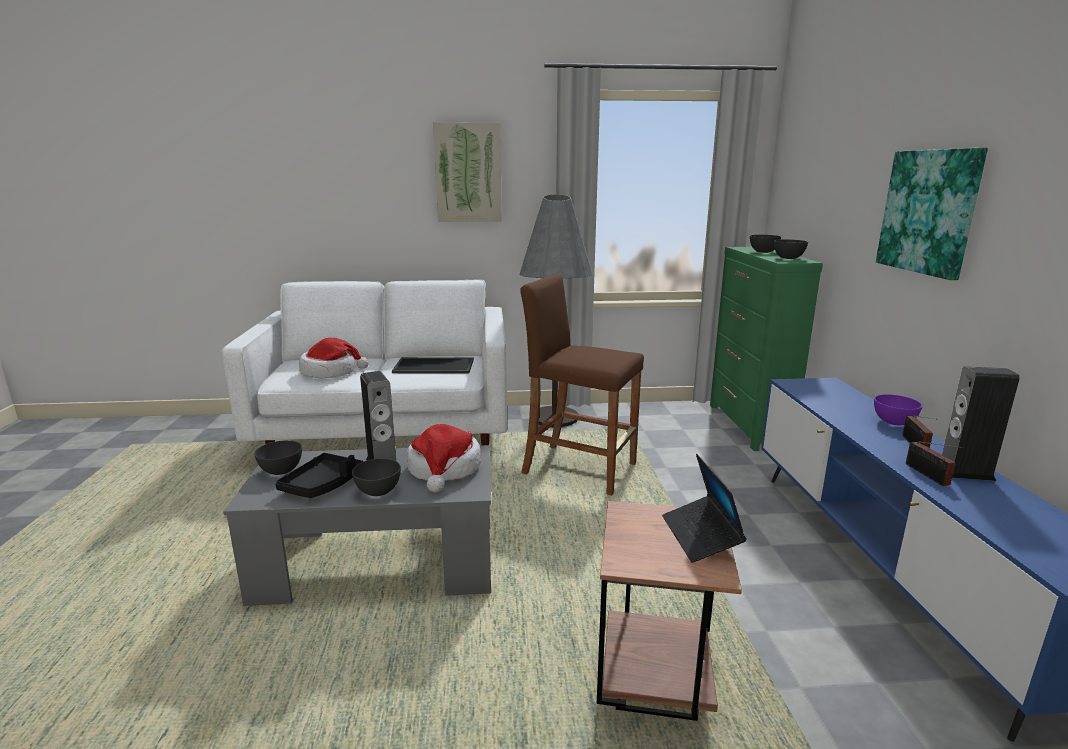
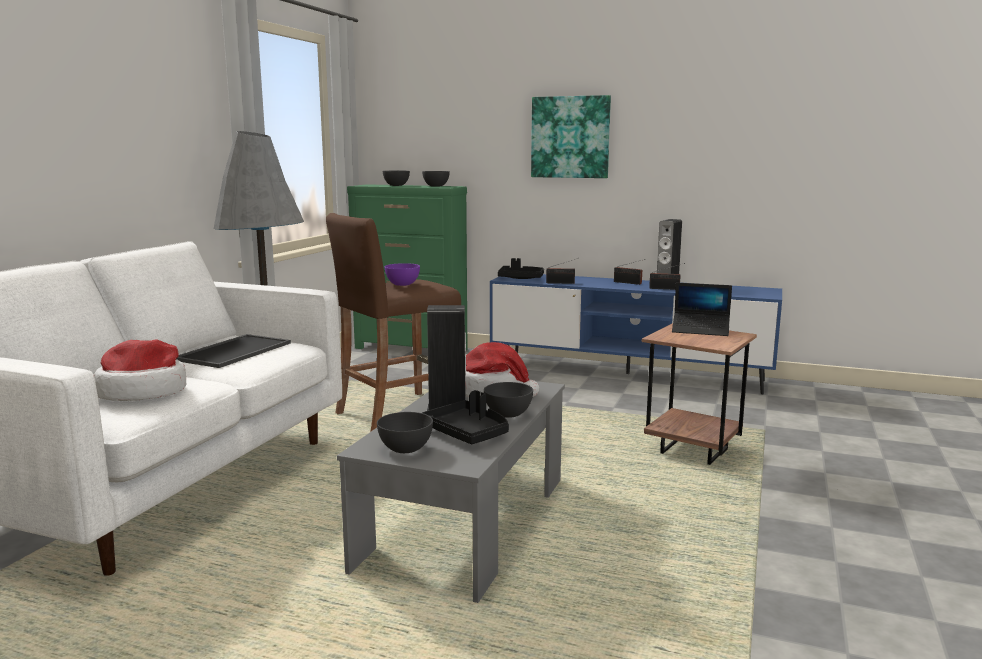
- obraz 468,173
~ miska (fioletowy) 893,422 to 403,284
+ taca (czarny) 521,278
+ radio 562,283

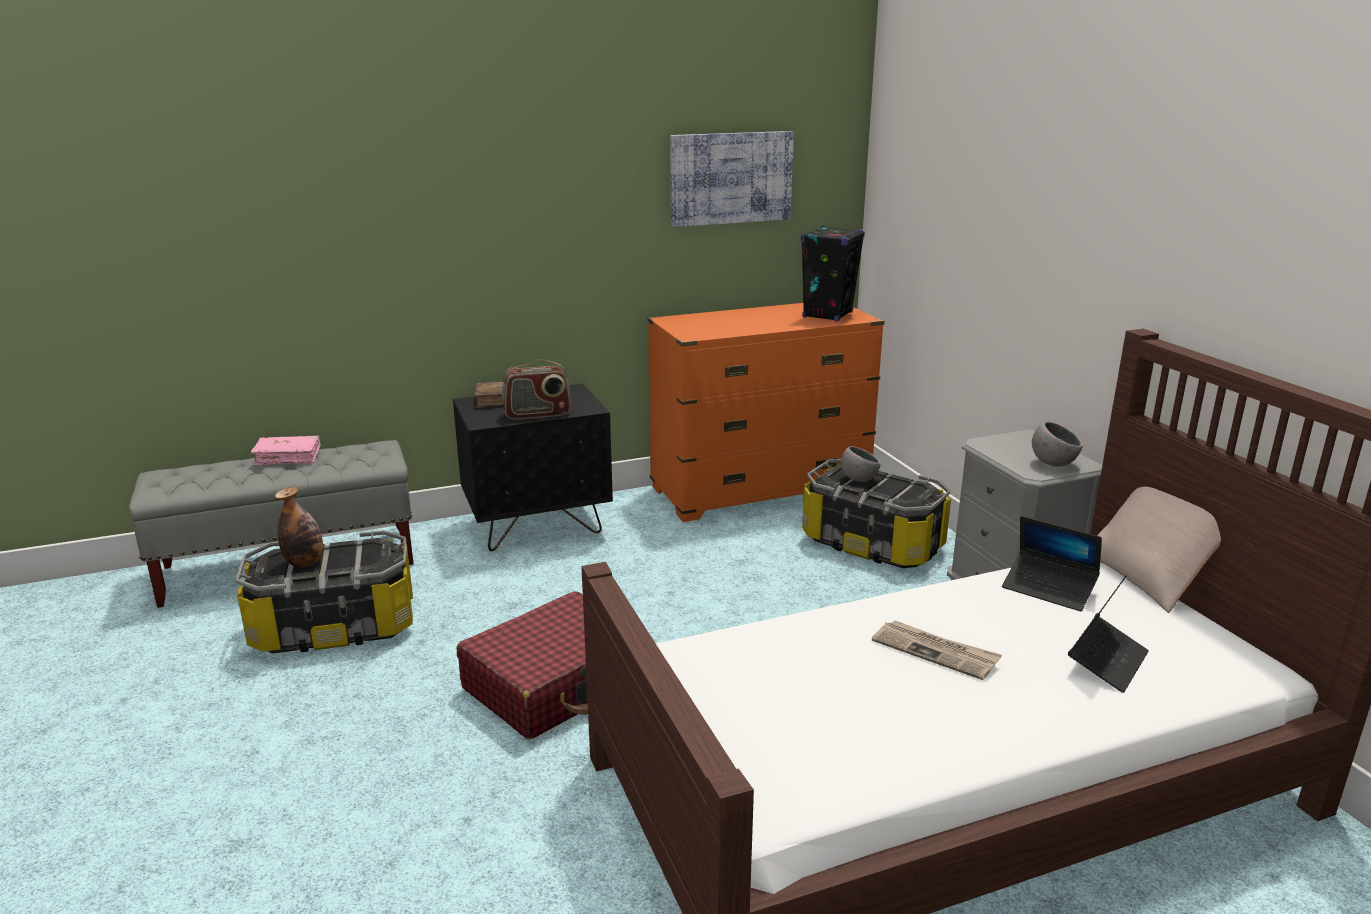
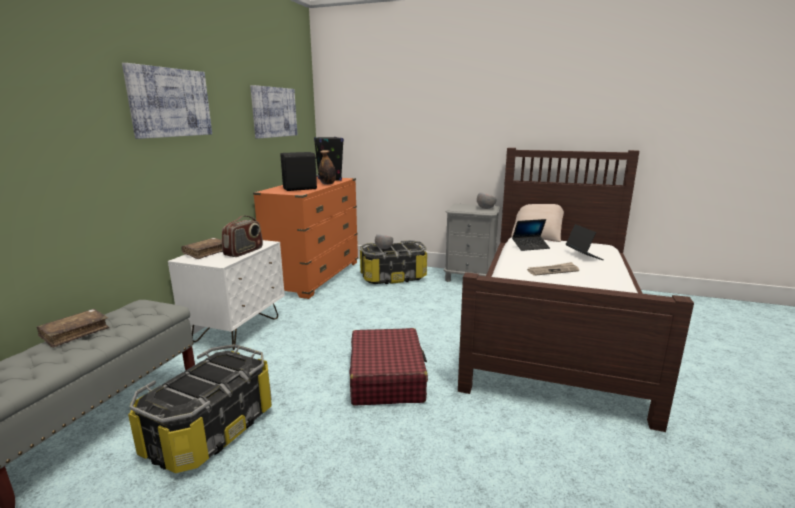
~ szafka nocna (czarny) 538,526 to szafka nocna (biały) 237,329
~ książka (różowy) 288,457 to książka (brązowy) 75,333
~ butelka 305,563 to 327,184
+ obraz 170,102
+ głośnik (czarny) 300,189

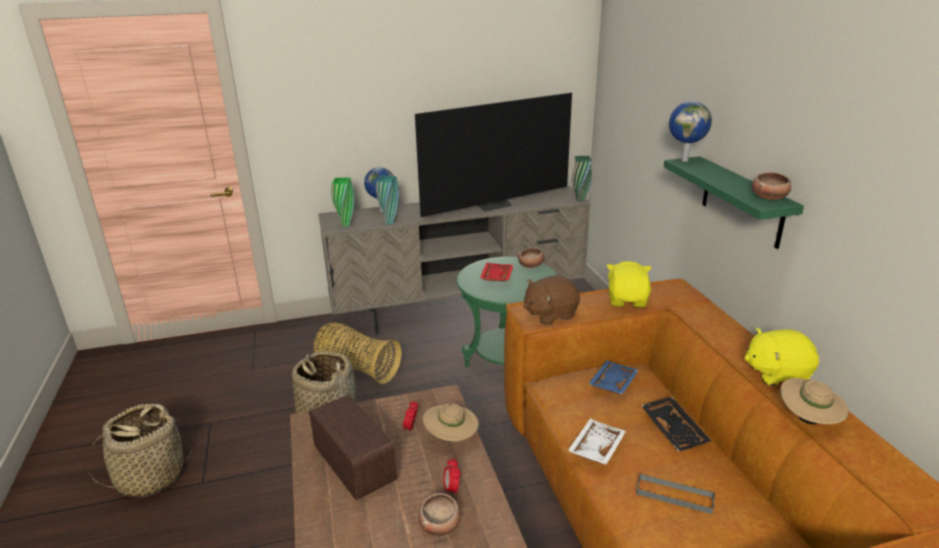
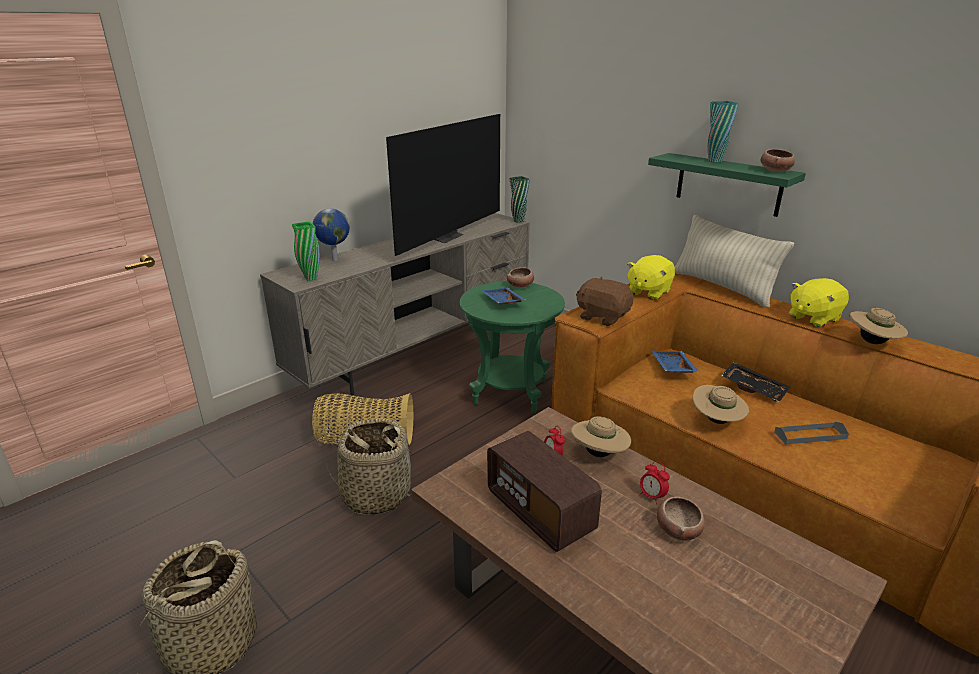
- globus 685,160
~ wazon (turkusowy) 389,222 to 715,161
~ pluszak (żółty) 627,300 = 648,292 120 degrees counterclockwise
~ taca (czerwony) 496,277 to taca (niebieski) 501,302
~ pluszak (brązowy) 550,314 = 603,317 90 degrees clockwise
~ radio 354,466 = 540,512 150 degrees counterclockwise
~ taca (biały) 595,448 to kapelusz (beżowy) 716,421
+ poduszka (beżowy) 722,287

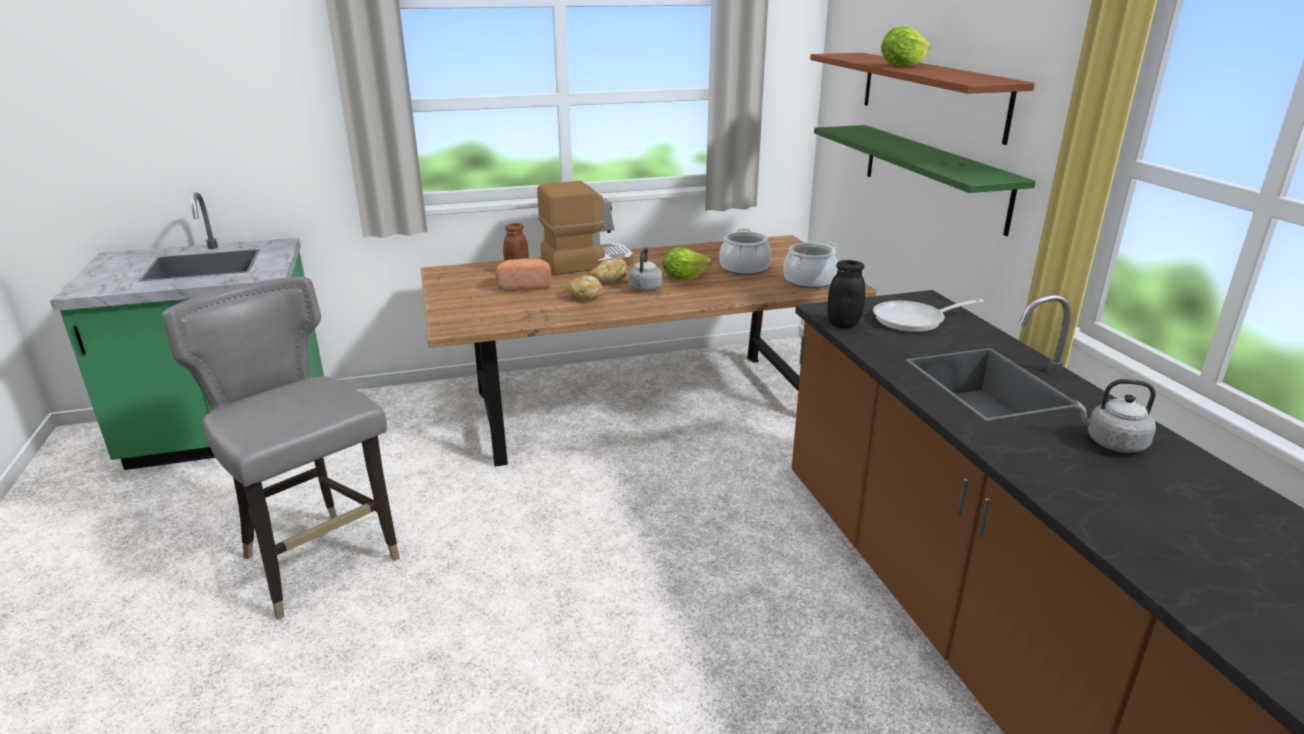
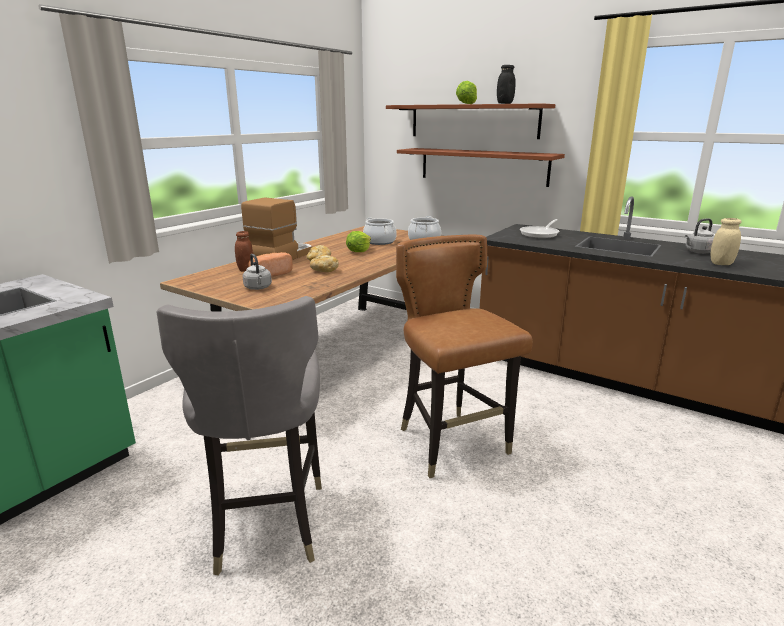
~ półka (zielony) 933,175 to półka (brązowy) 482,166
~ czajnik (szary) 645,289 to 258,288
~ słoik (czarny) 843,324 to 504,103
~ krzesło (szary) 318,562 = 266,524 105 degrees counterclockwise
+ słoik (beżowy) 721,263
+ krzesło (brązowy) 452,444

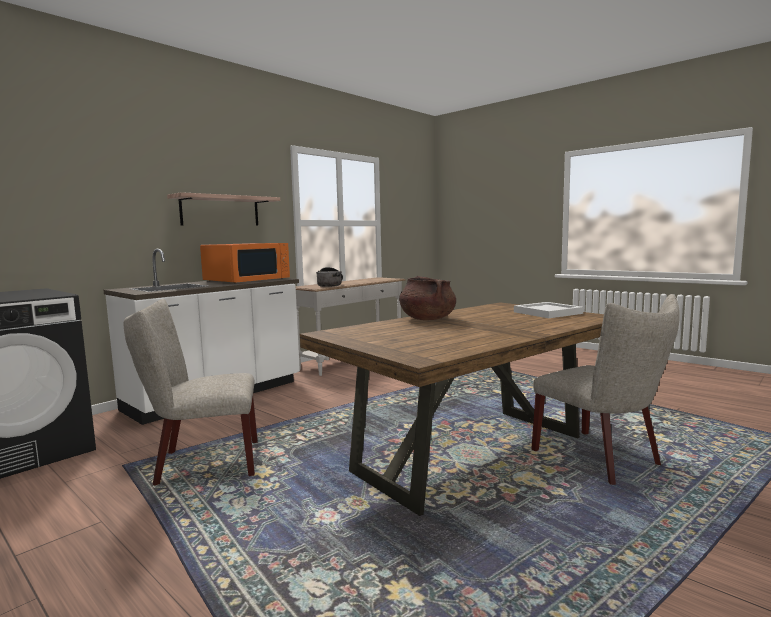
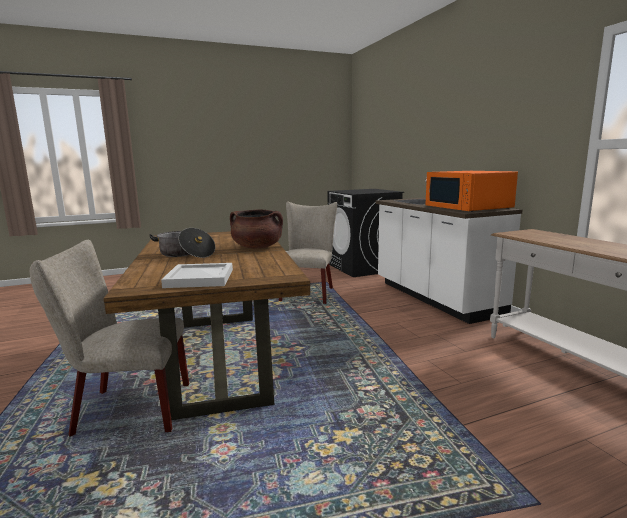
- półka 220,211
~ garnek 330,285 to 185,254

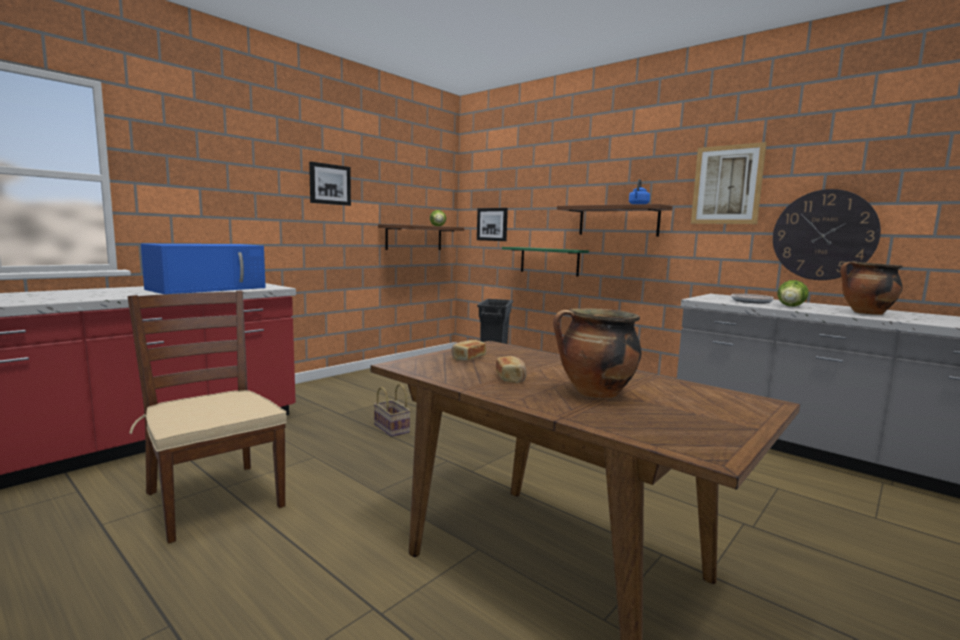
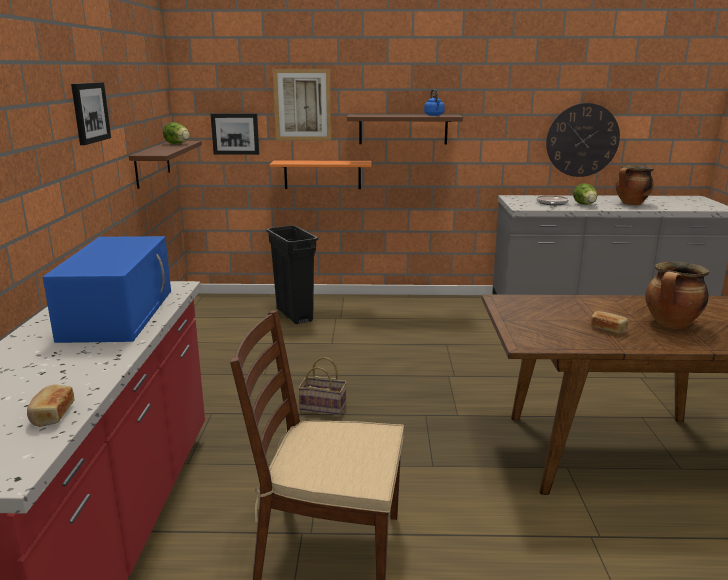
~ obraz 727,185 to 302,105
~ półka (zielony) 549,261 to półka (pomarańczowy) 322,174
~ chleb 467,358 to 51,415

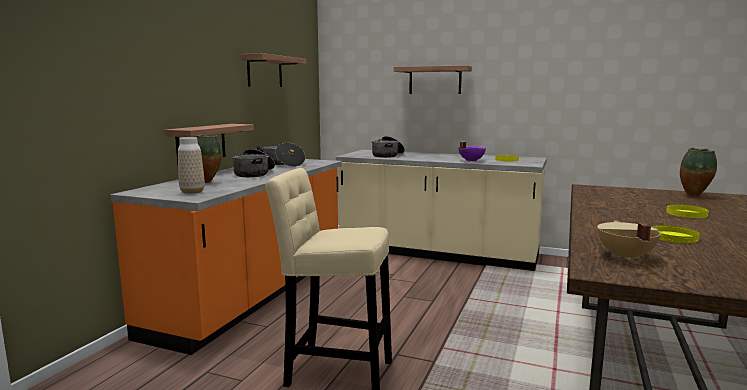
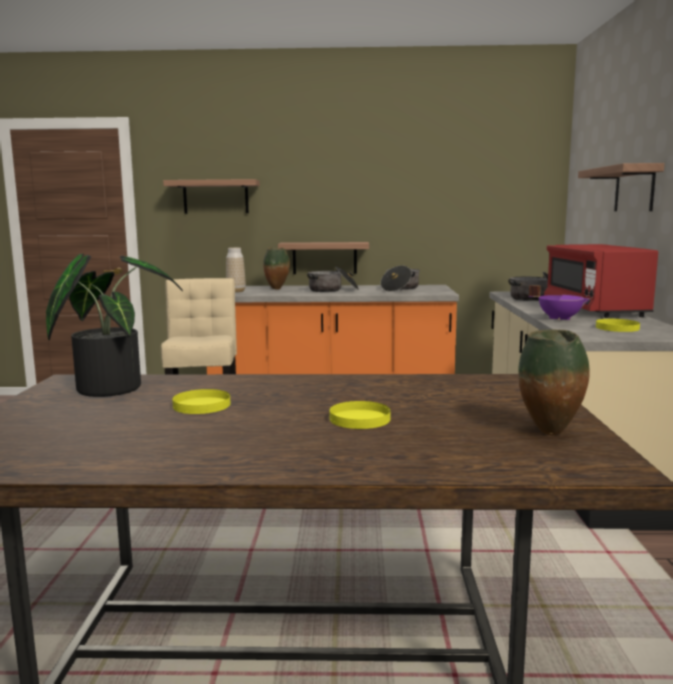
~ półka 264,71 to 215,197
~ garnek (beżowy) 624,257 to roślina doniczkowa 111,387
+ mikrofalówka (czerwony) 594,309

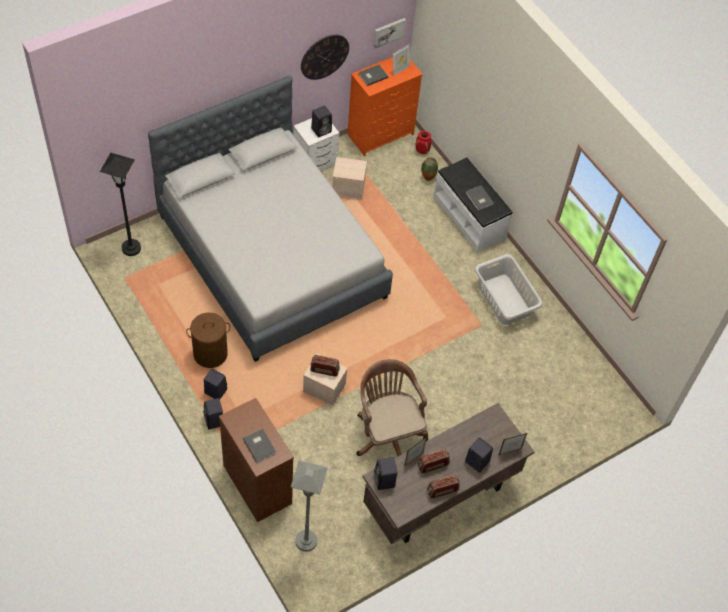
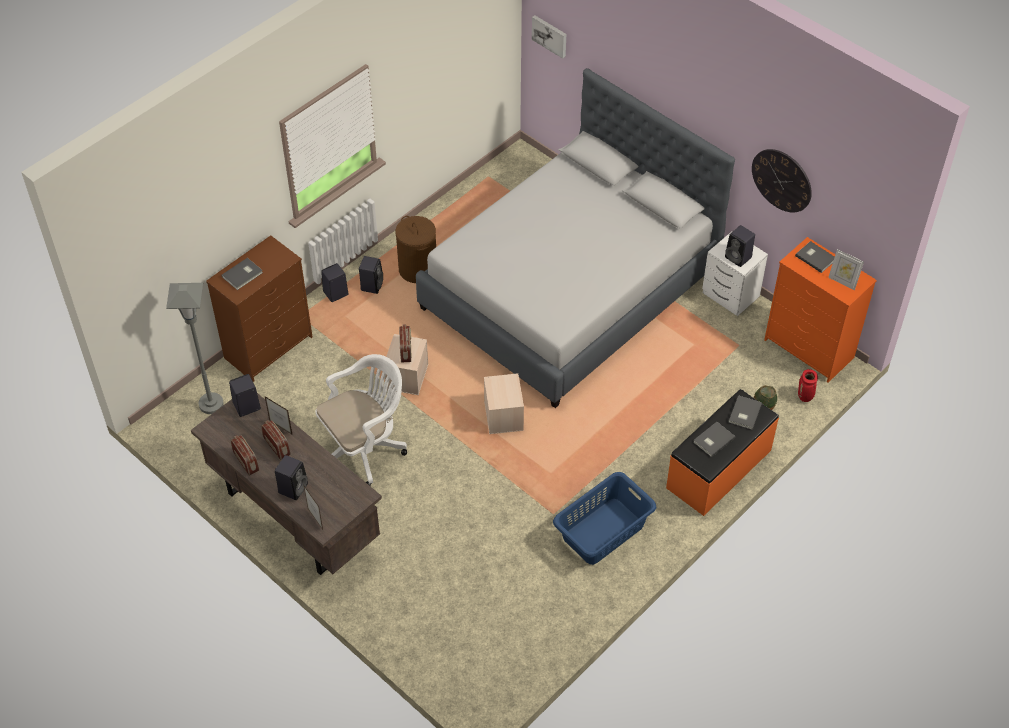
~ obraz 388,32 to 550,35
- lampa stojąca (czarny) 131,248
~ pojemnik do przechowywania (beżowy) 349,187 to 504,416
~ ławka (biały) 469,217 to ławka (pomarańczowy) 719,469
~ kosz na pranie (szary) 504,300 to kosz na pranie (niebieski) 602,531
~ krzesło biurowe (brązowy) 387,433 to krzesło biurowe (biały) 365,448
+ książka (szary) 744,413

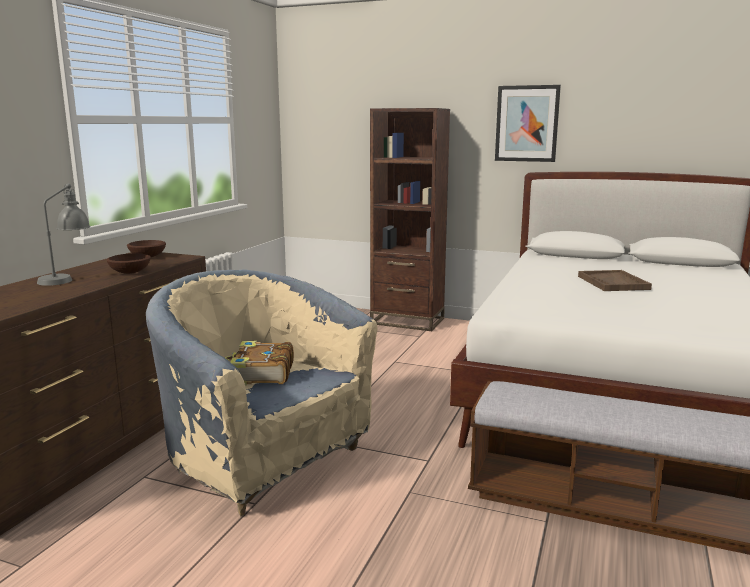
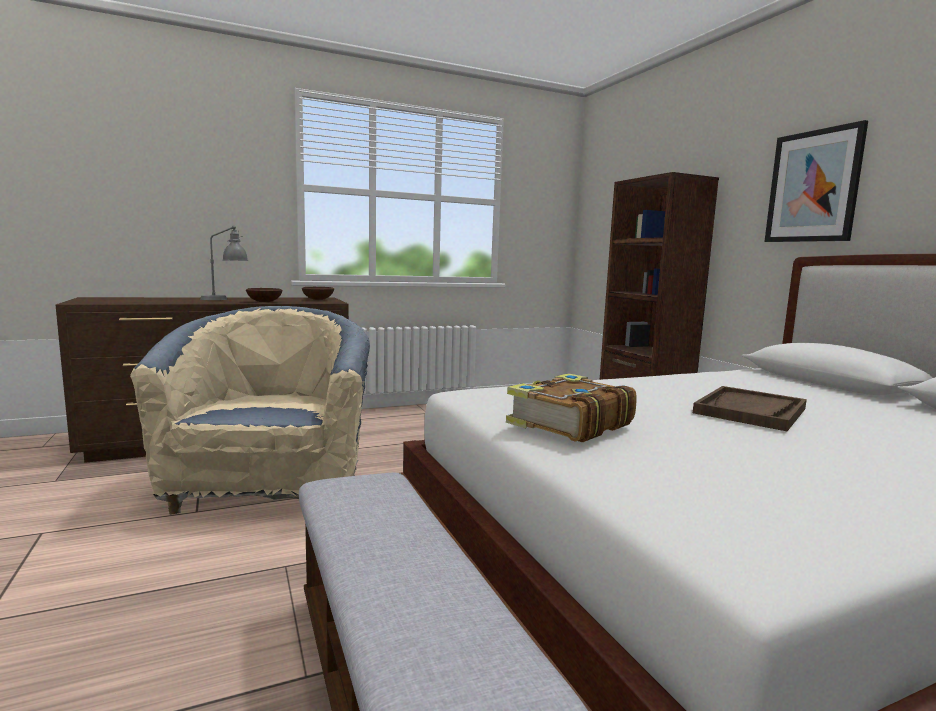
~ książka 261,374 to 568,424

